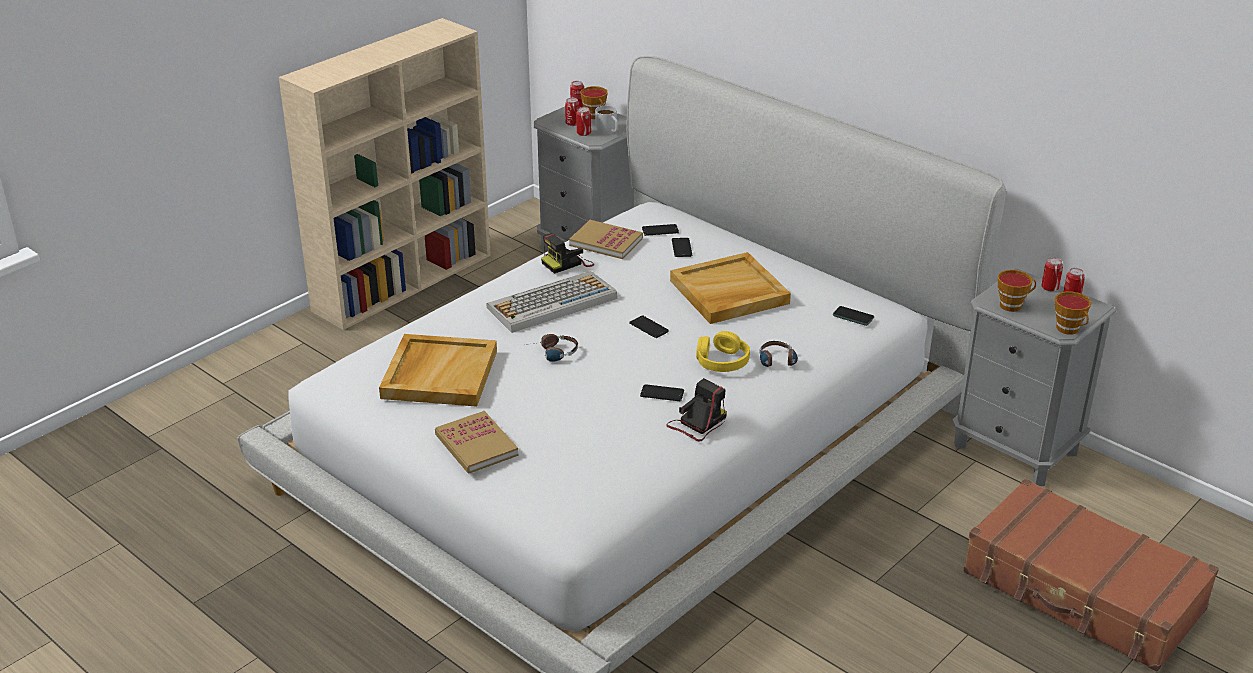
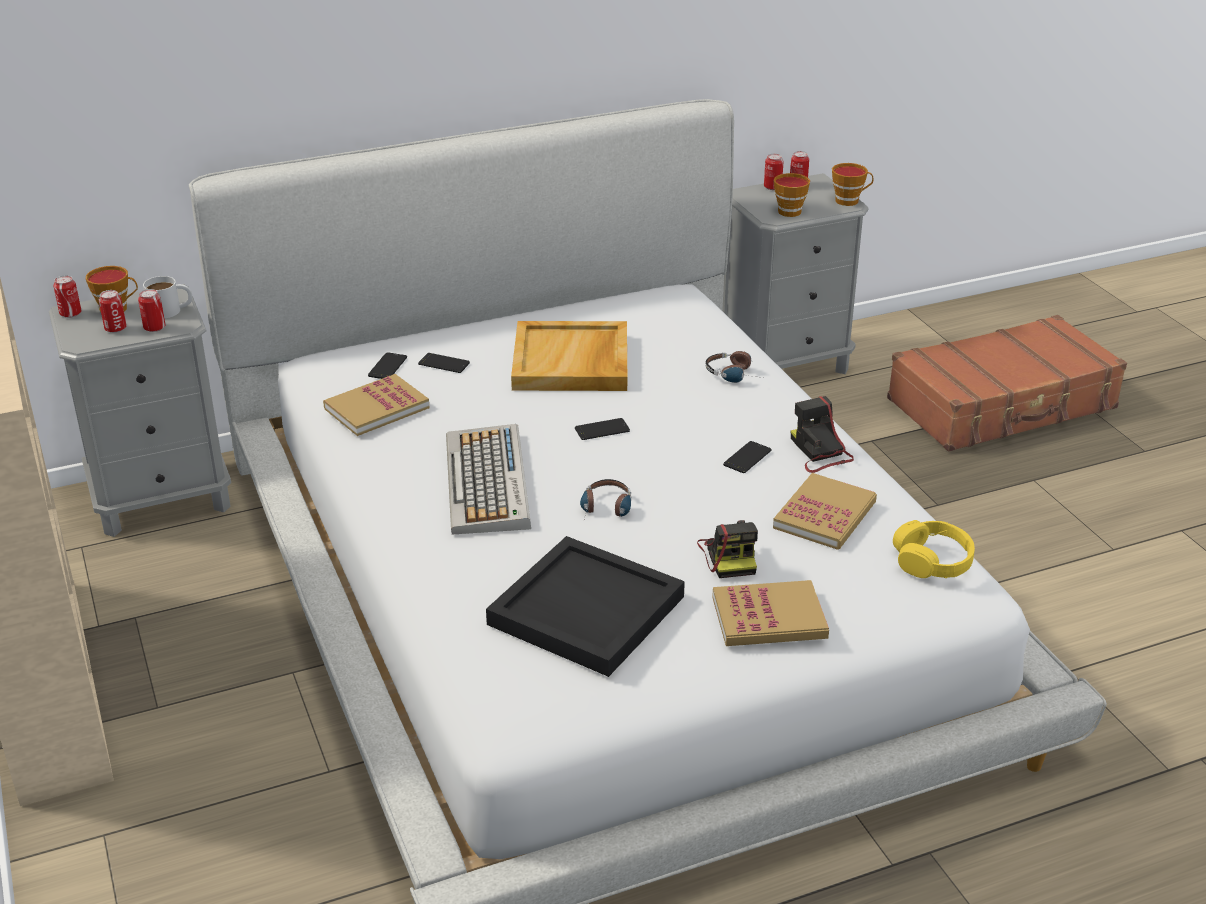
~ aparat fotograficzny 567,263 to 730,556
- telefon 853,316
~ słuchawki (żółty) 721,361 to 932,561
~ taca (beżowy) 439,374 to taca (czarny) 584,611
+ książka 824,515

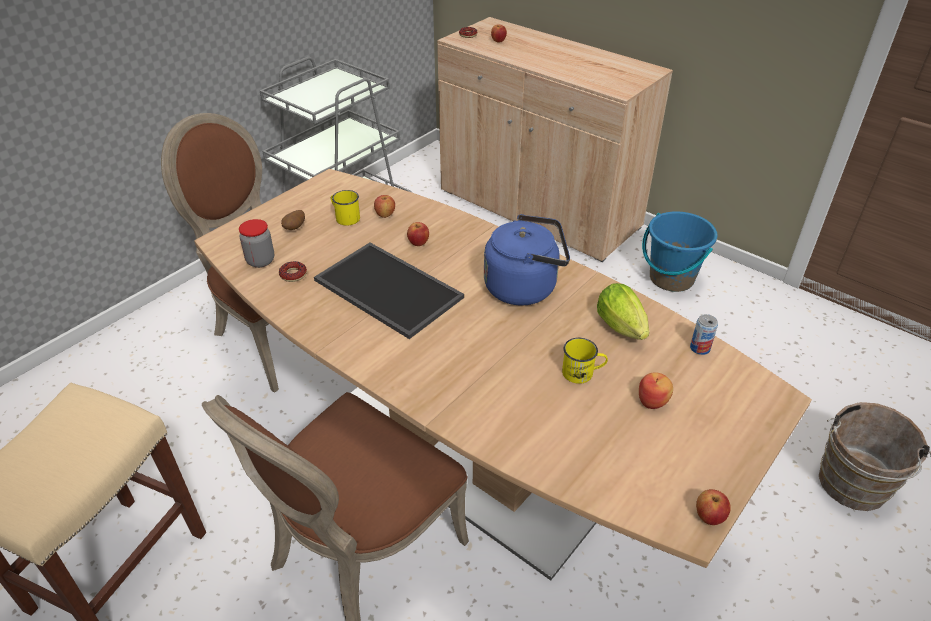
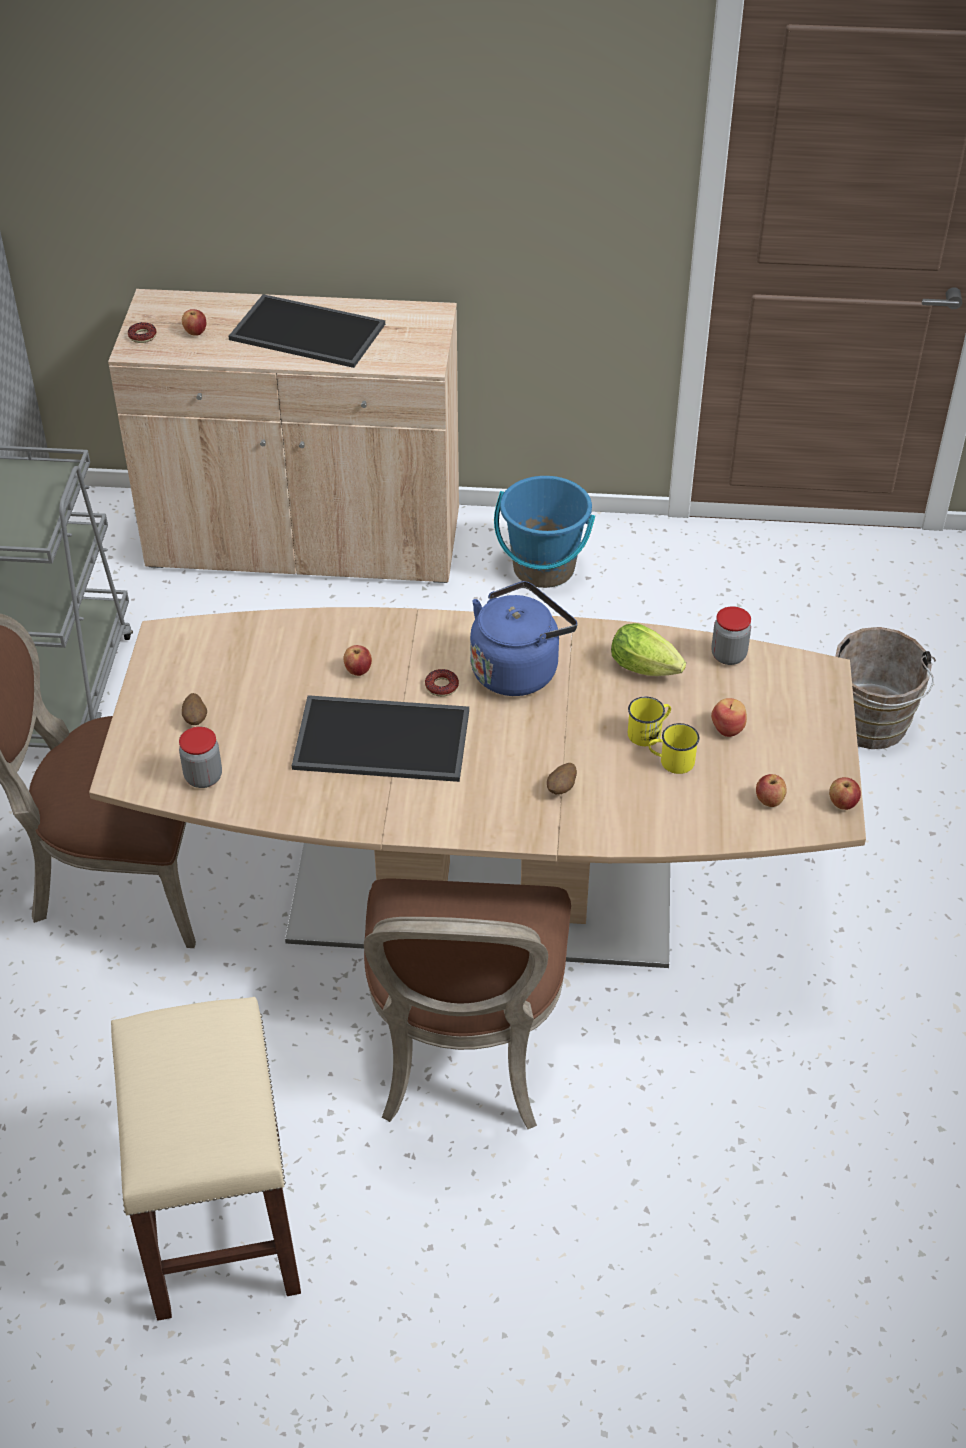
~ kubek (żółty) 345,217 to 671,761
~ jabłko 385,215 to 769,800
~ donut 293,274 to 441,686
~ puszka 700,348 to słoik 728,655
+ taca 305,333
+ ziemniak 561,788

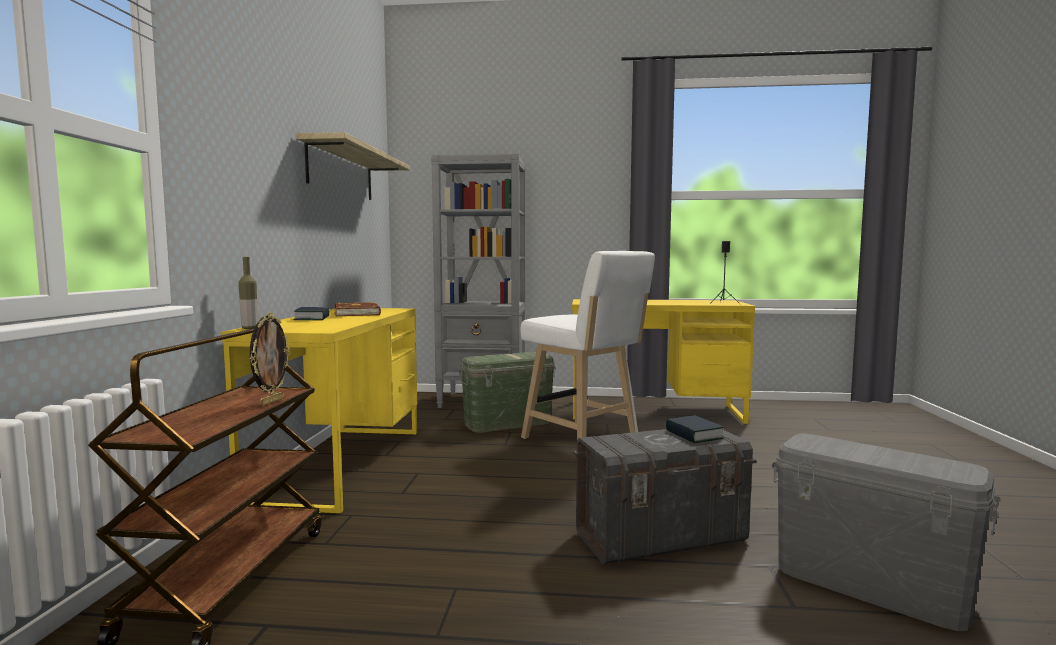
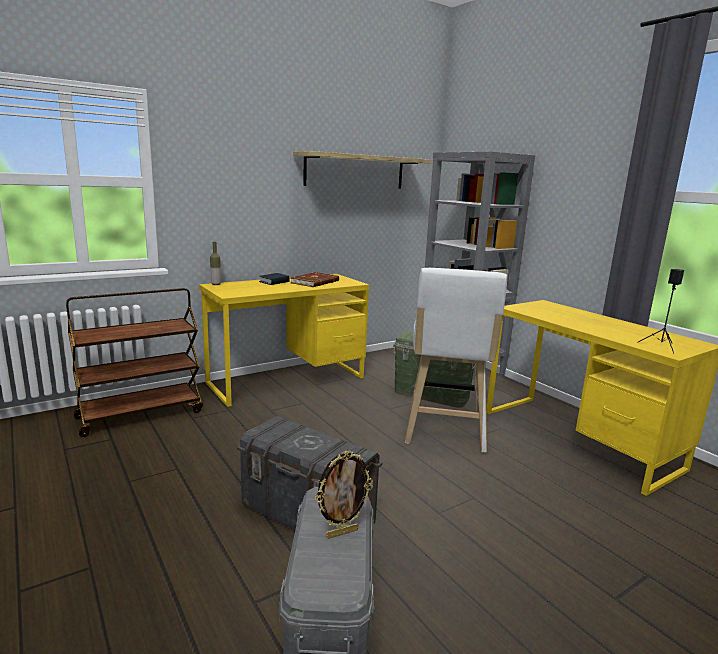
~ ramka na zdjęcie 271,401 to 342,532
- książka 693,435

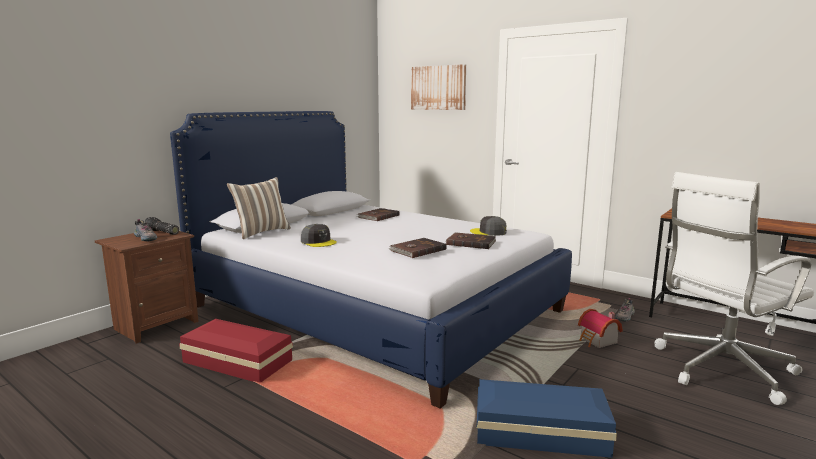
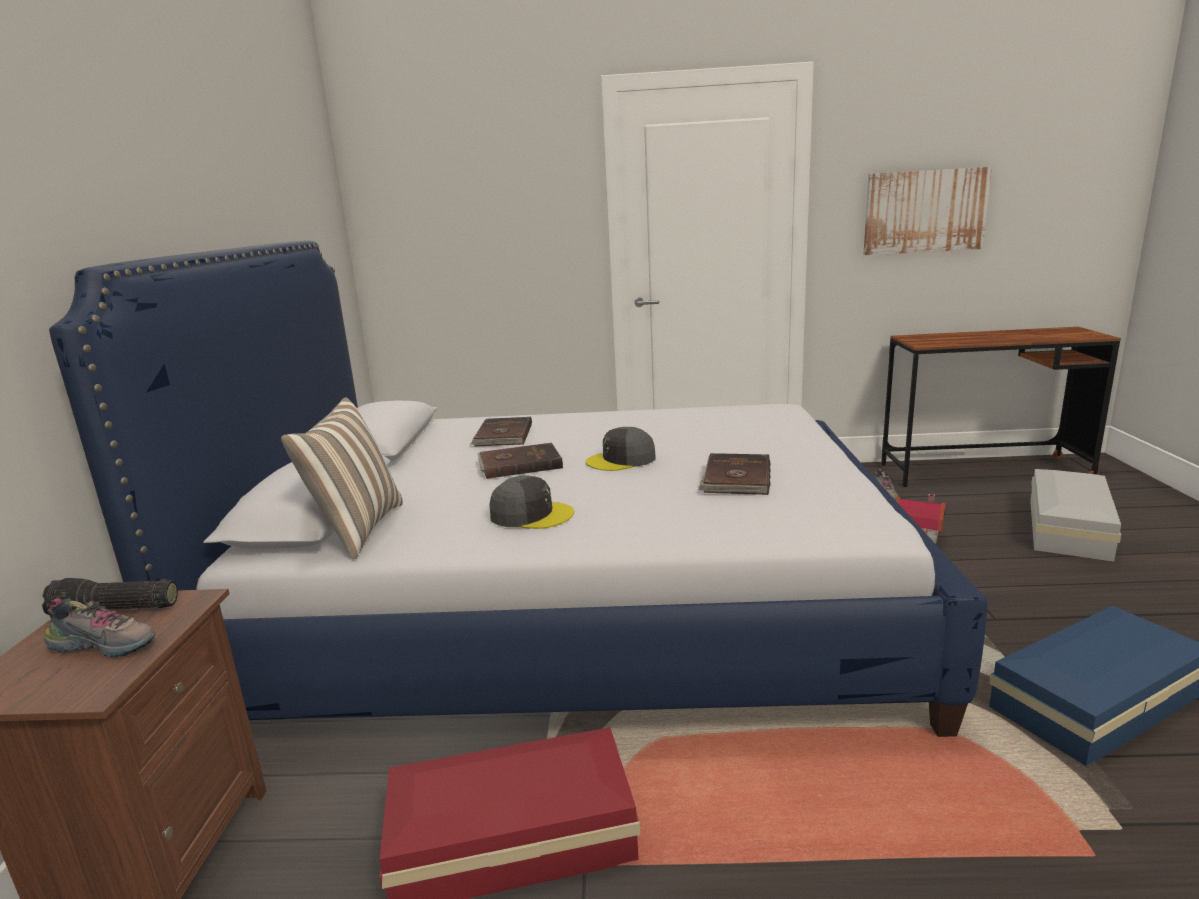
~ obraz 438,88 to 924,211
~ krzesło biurowe (biały) 720,369 to pojemnik do przechowywania (biały) 1066,528
~ czapka z daszkiem (szary) 488,232 to 621,460
~ książka (brązowy) 470,243 to 519,464

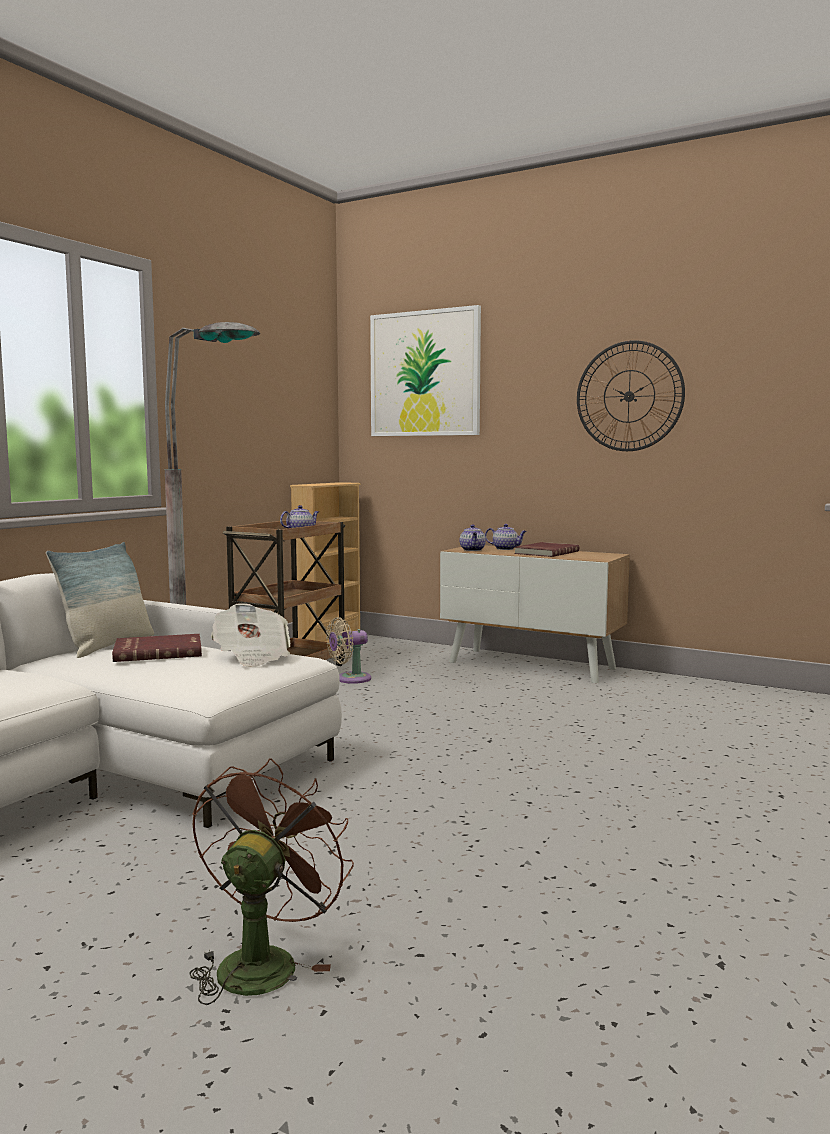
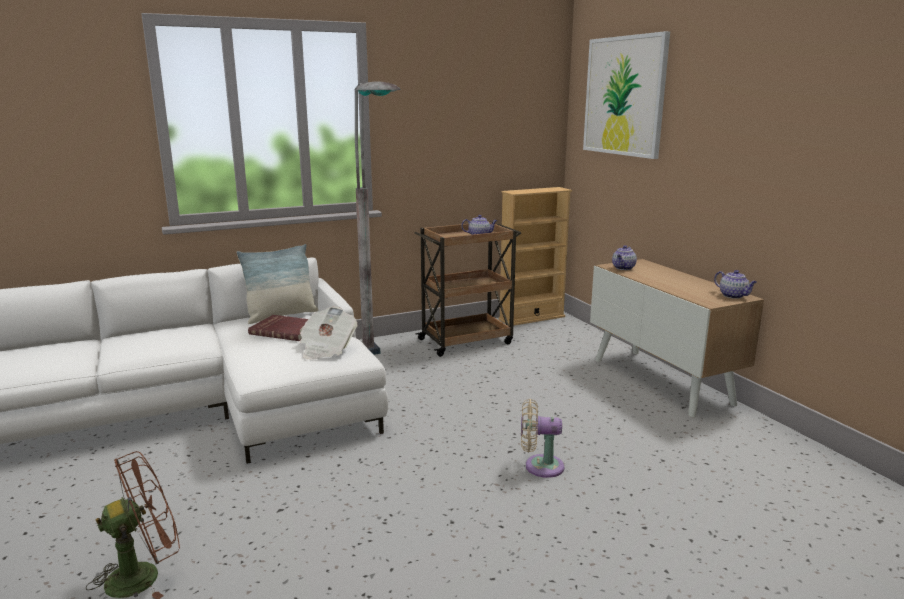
- zegar ścienny 629,396
~ imbryk 506,549 to 733,296
- książka (czerwony) 545,552
~ wentylator (beżowy) 350,679 to 539,466

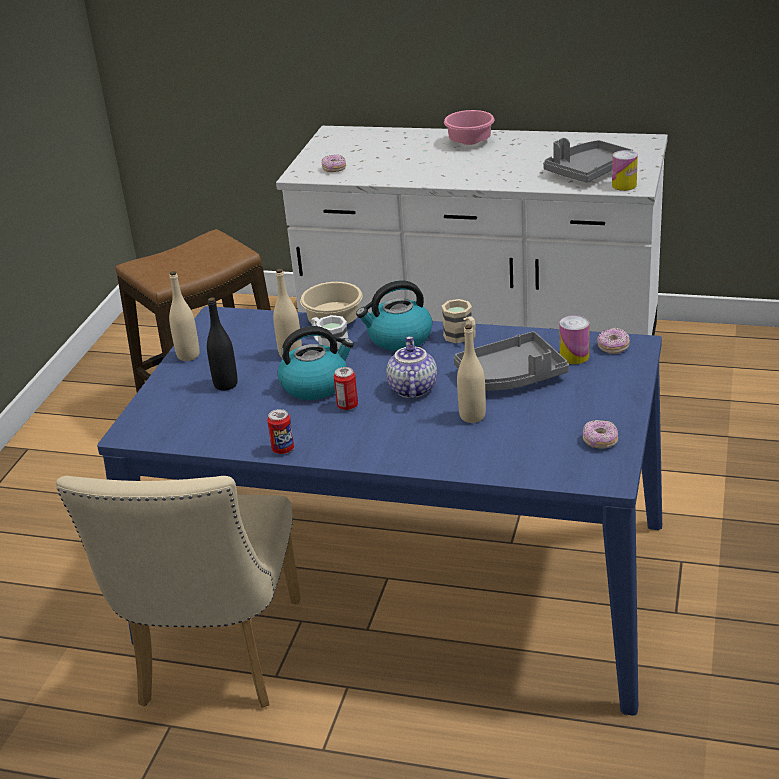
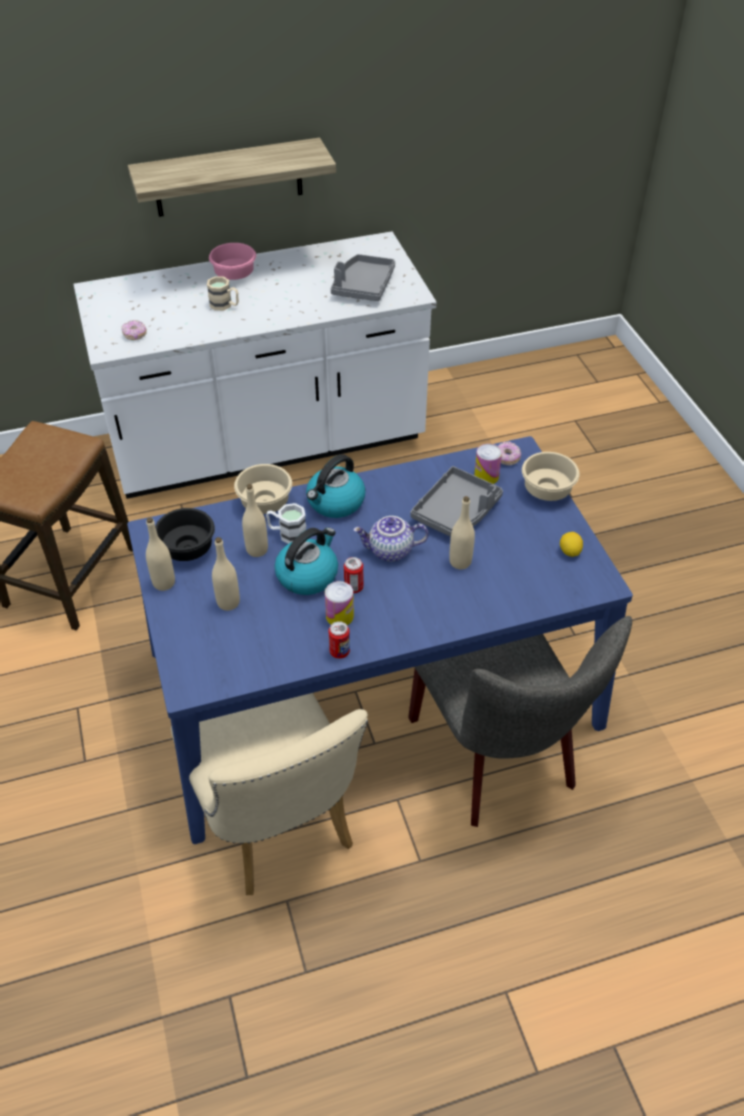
~ puszka 624,185 to 339,616
~ butelka (czarny) 226,384 to butelka (beżowy) 228,602
~ kubek (beżowy) 462,338 to 225,305
~ imbryk 411,389 = 390,551 60 degrees counterclockwise
~ donut 600,441 to cytryna 569,552
+ półka 228,178
+ miska (beżowy) 545,490
+ miska (czarny) 187,547
+ krzesło (szary) 498,759

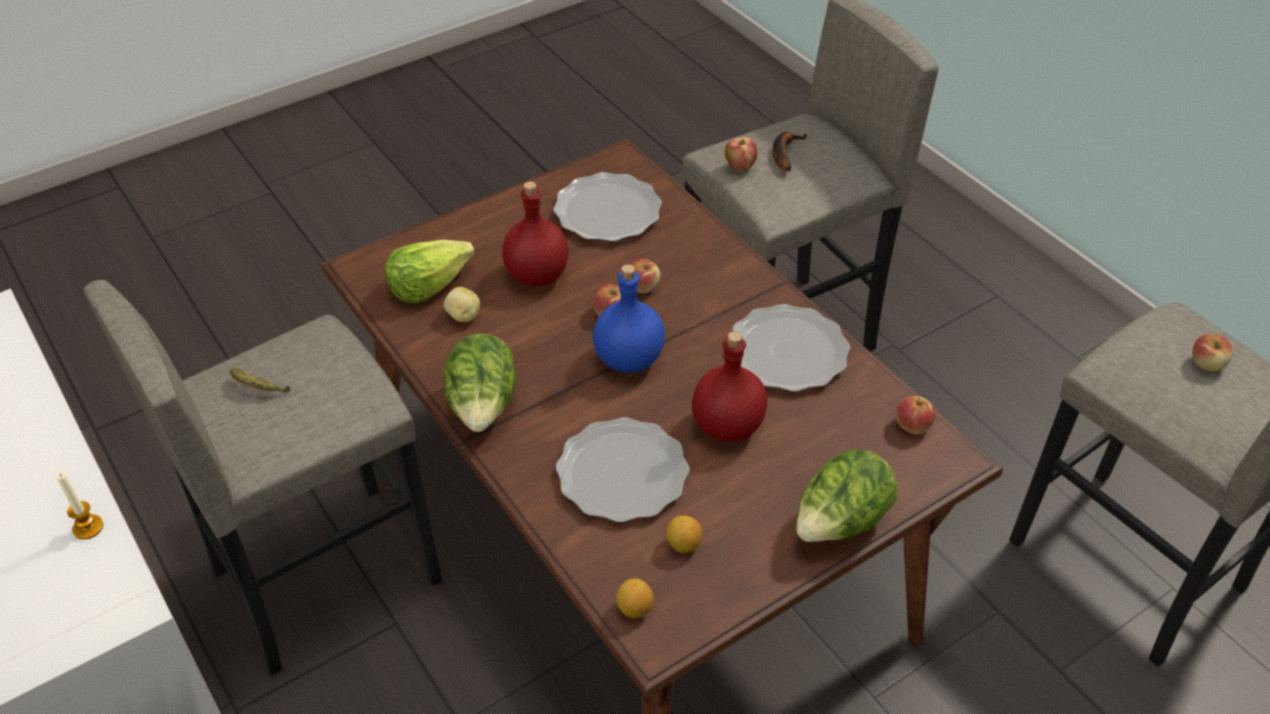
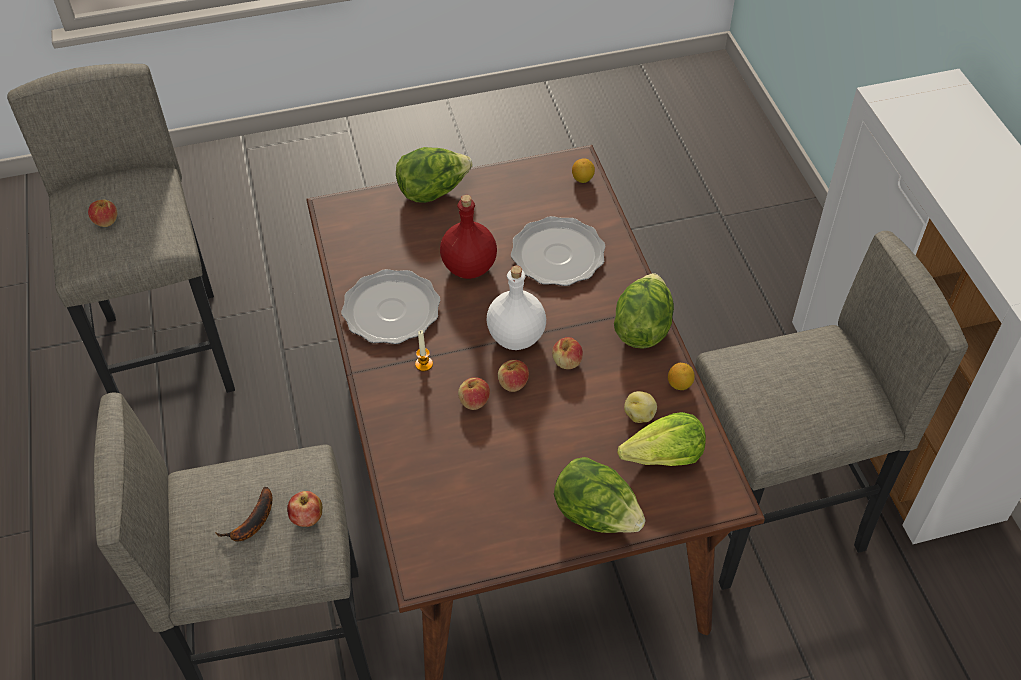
- talerz 606,211
- butelka (czerwony) 536,275
~ butelka (niebieski) 628,358 to butelka (biały) 516,338
- banan 258,388
~ jabłko 912,425 to 567,362
~ świeca 88,527 to 424,364
~ cytryna 683,545 to 679,384
+ sałata 596,515

